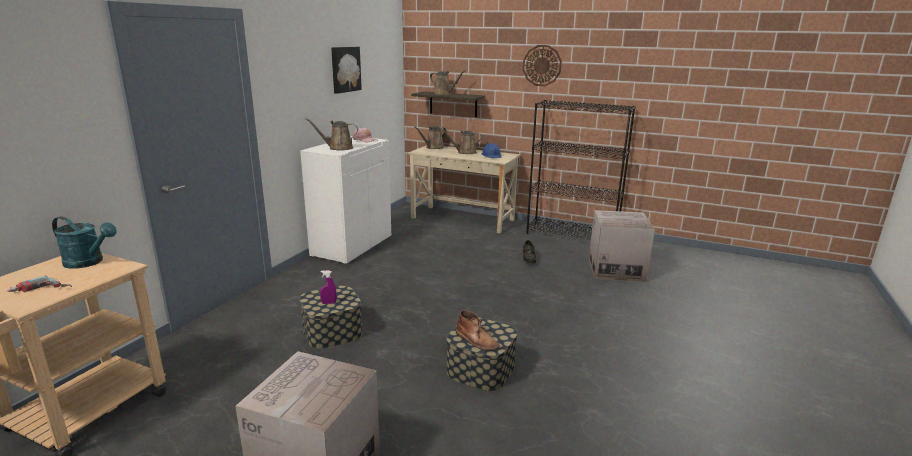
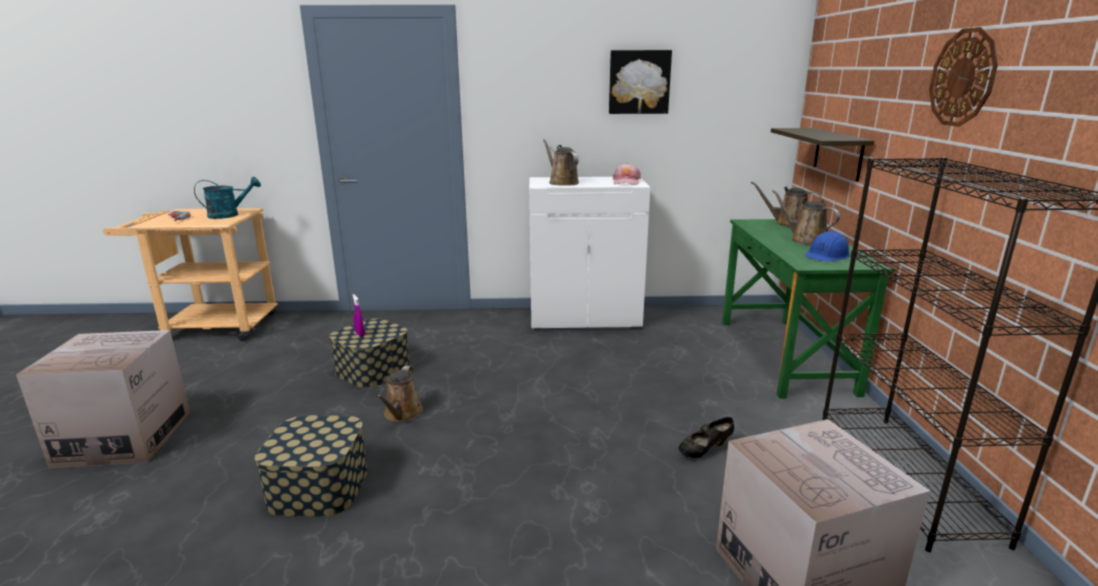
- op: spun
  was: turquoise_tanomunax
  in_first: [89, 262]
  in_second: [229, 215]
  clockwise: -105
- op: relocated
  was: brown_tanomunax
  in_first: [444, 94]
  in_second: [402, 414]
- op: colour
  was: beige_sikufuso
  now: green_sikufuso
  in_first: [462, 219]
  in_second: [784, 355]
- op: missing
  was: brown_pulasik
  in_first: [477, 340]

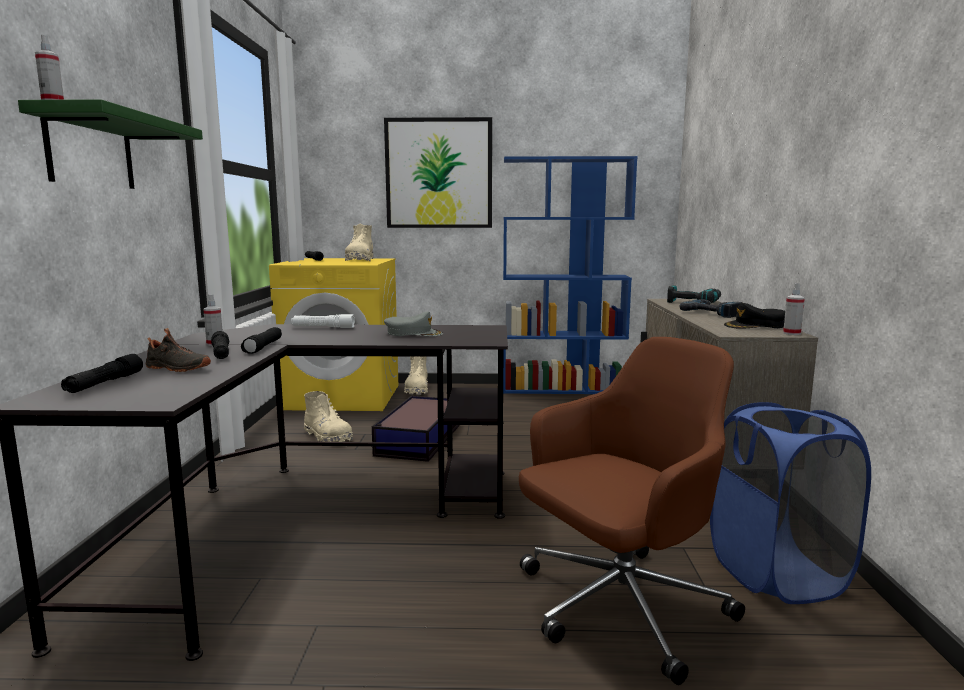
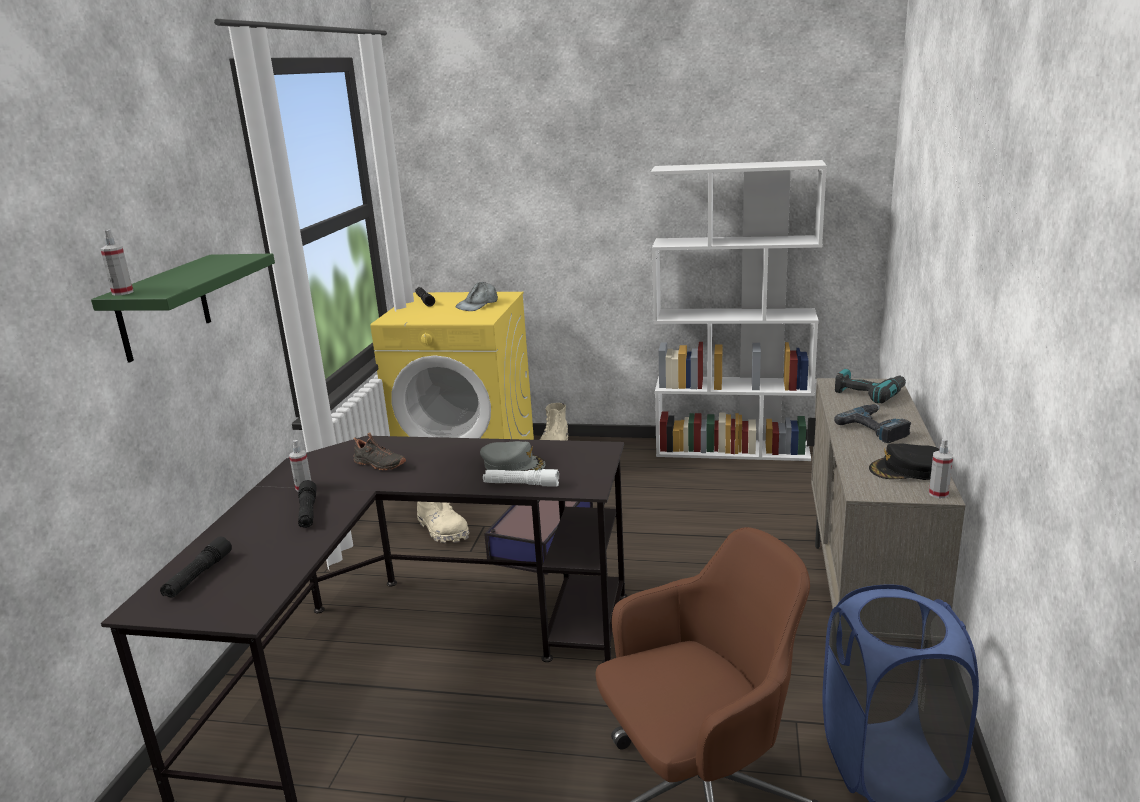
- op: relocated
  was: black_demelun
  in_first: [176, 369]
  in_second: [379, 465]
- op: exchanged
  was: beige_pulasik
  now: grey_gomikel
  in_first: [360, 260]
  in_second: [478, 304]
- op: relocated
  was: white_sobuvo
  in_first: [323, 327]
  in_second: [521, 484]
- op: colour
  was: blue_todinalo
  now: white_todinalo
  in_first: [563, 389]
  in_second: [733, 449]
- op: missing
  was: black_sobuvo
  in_first: [264, 347]
- op: missing
  was: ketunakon
  in_first: [439, 173]

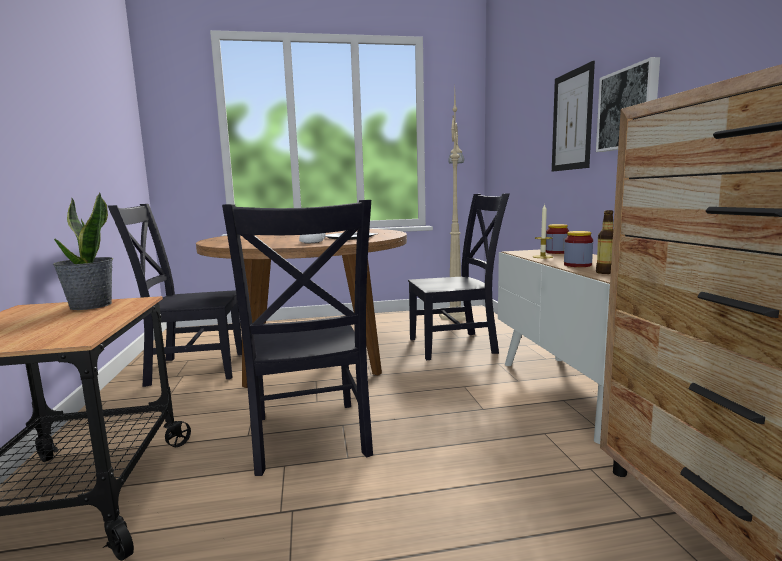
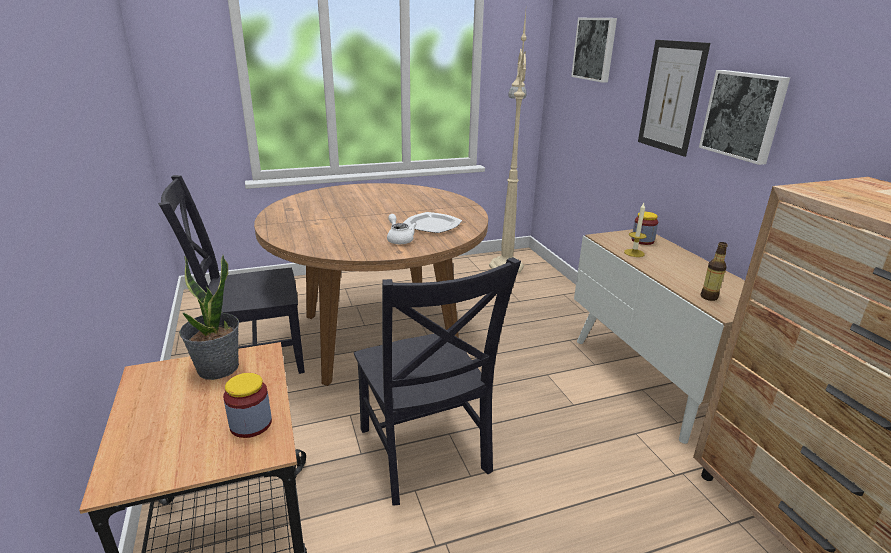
- op: relocated
  was: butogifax
  in_first: [577, 265]
  in_second: [251, 424]
- op: appeared
  now: ketunakon
  in_second: [595, 49]
- op: missing
  was: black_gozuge
  in_first: [456, 345]

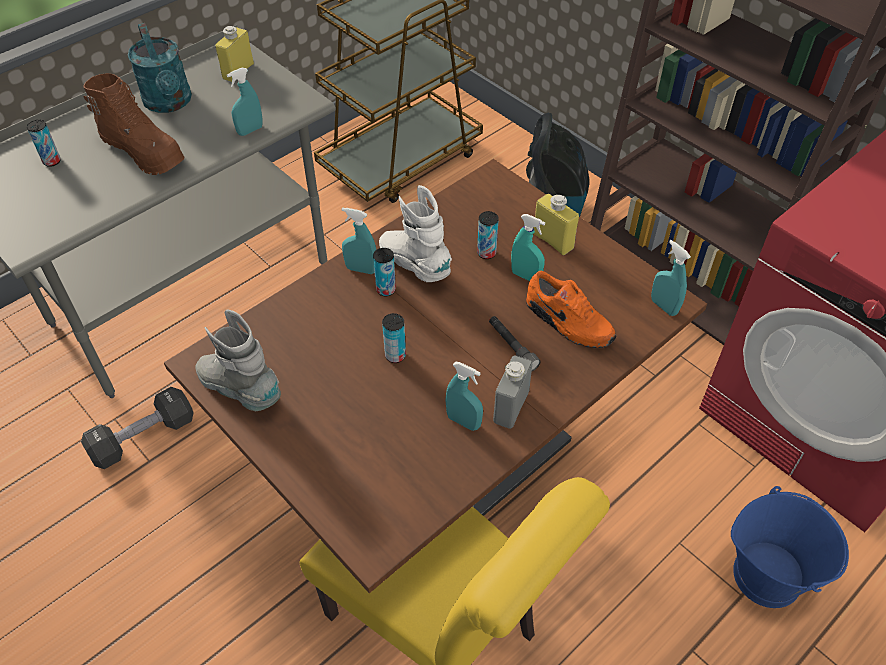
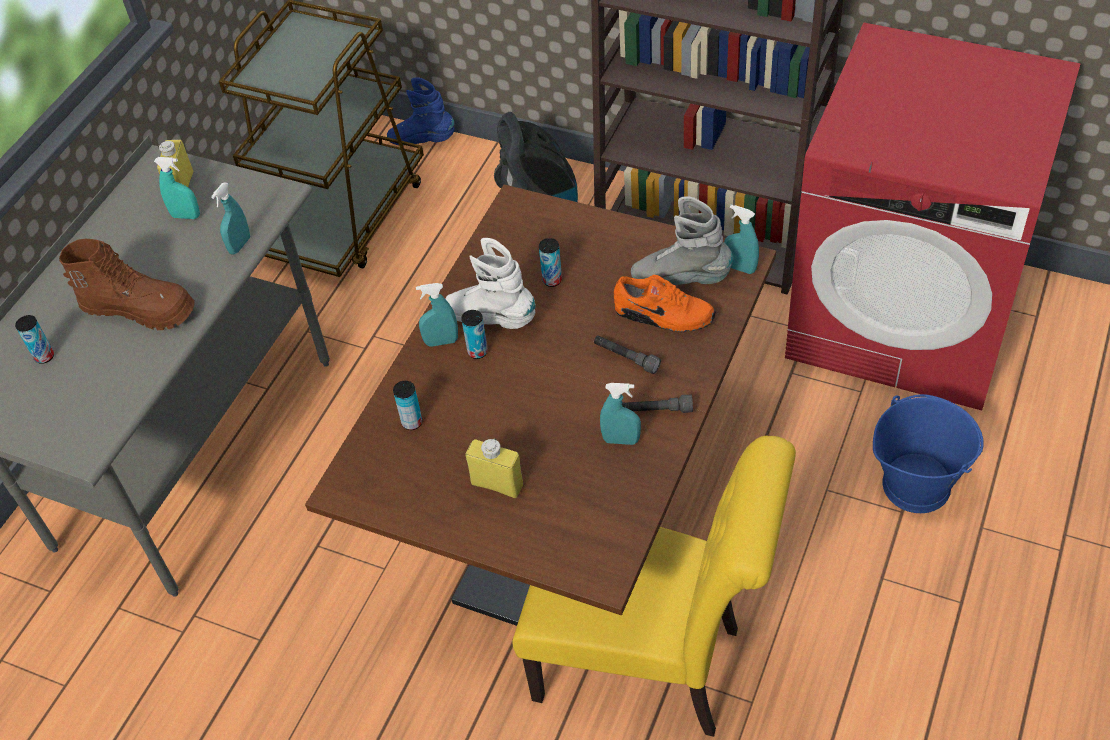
- op: relocated
  was: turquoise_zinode
  in_first: [526, 276]
  in_second: [186, 216]
- op: appeared
  now: blue_pulasik
  in_second: [422, 140]
- op: relocated
  was: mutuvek
  in_first: [395, 355]
  in_second: [412, 422]
- op: relocated
  was: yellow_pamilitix
  in_first: [553, 241]
  in_second: [497, 484]
- op: exchanged
  was: grey_pamilitix
  now: grey_sobuvo
  in_first: [511, 407]
  in_second: [655, 411]
- op: relocated
  was: grey_pulasik
  in_first: [241, 390]
  in_second: [681, 279]
- op: missing
  was: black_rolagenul
  in_first: [143, 437]
- op: missing
  was: turquoise_tanomunax
  in_first: [170, 103]

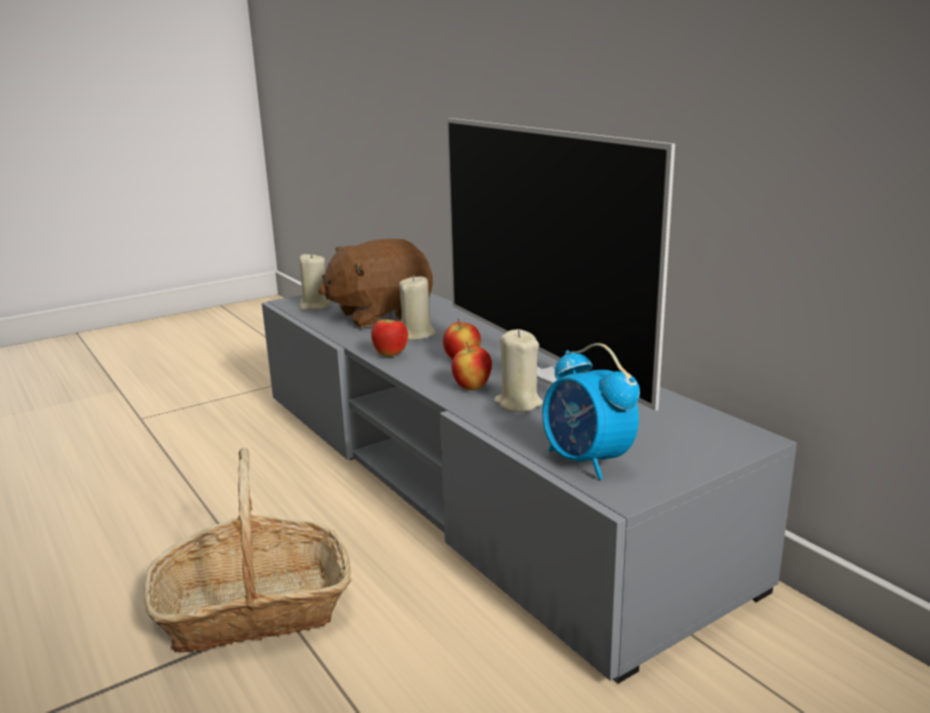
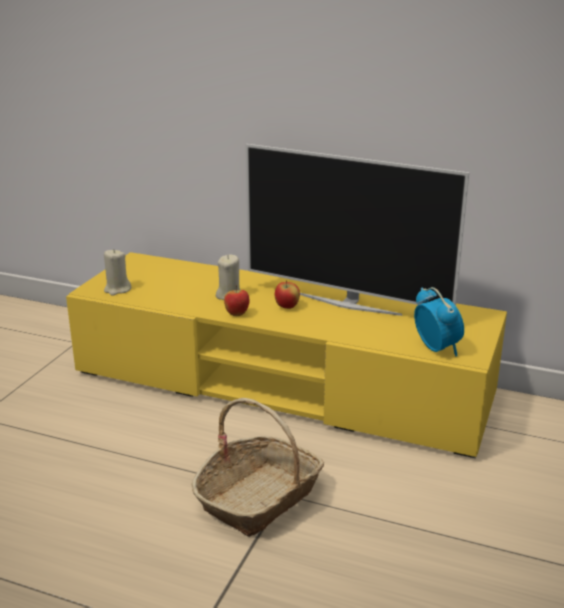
- op: colour
  was: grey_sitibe
  now: yellow_sitibe
  in_first: [468, 477]
  in_second: [282, 384]
- op: spun
  was: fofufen
  in_first: [587, 461]
  in_second: [436, 348]
  clockwise: -135
- op: missing
  was: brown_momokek
  in_first: [380, 315]
- op: missing
  was: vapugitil
  in_first: [472, 387]
- op: missing
  was: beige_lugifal
  in_first: [518, 403]

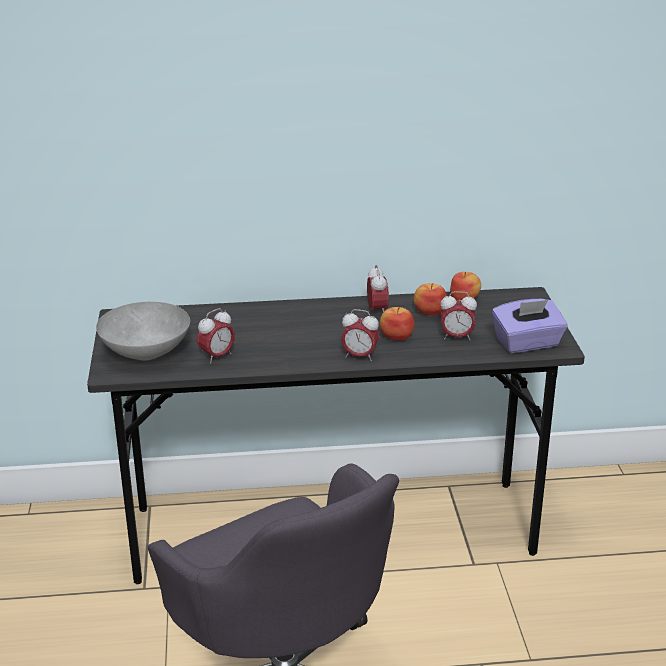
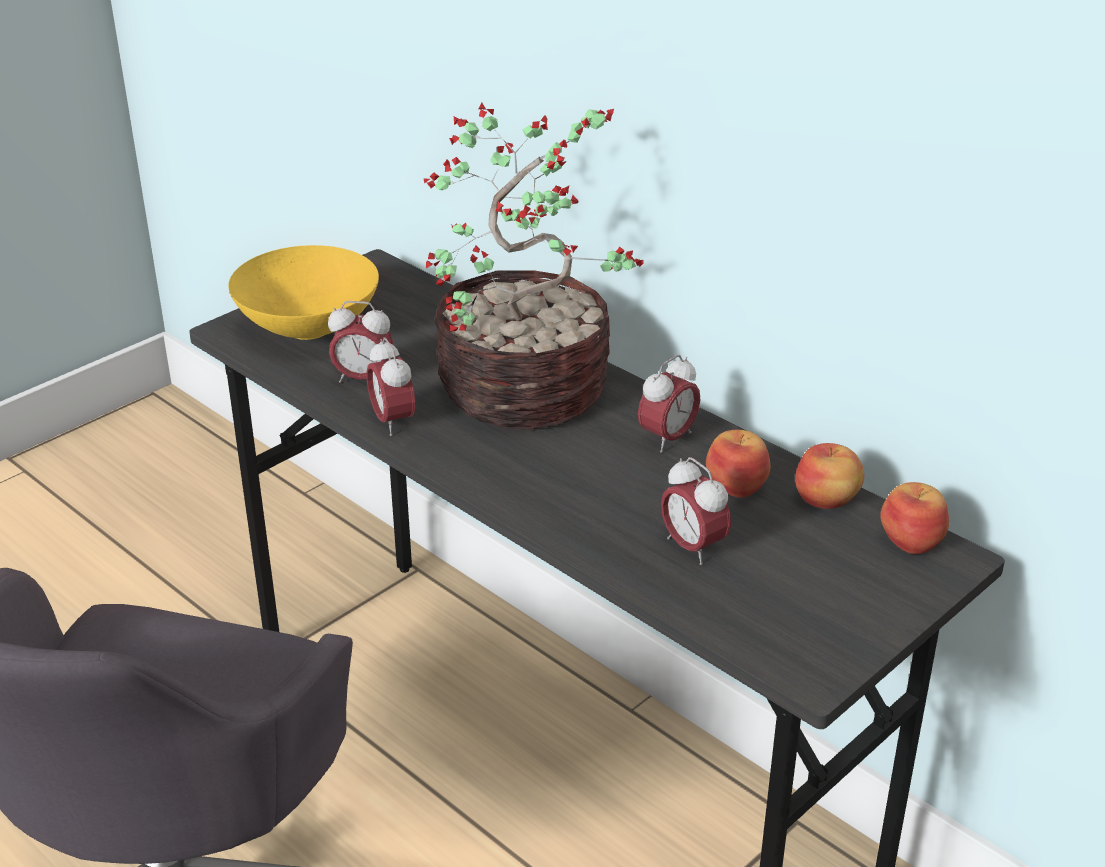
- op: colour
  was: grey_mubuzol
  now: yellow_mubuzol
  in_first: [147, 353]
  in_second: [311, 328]
- op: relocated
  was: fofufen
  in_first: [359, 356]
  in_second: [393, 421]
- op: appeared
  now: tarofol
  in_second: [529, 388]
- op: relocated
  was: vapugitil
  in_first: [396, 336]
  in_second: [912, 540]
- op: missing
  was: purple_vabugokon
  in_first: [527, 343]

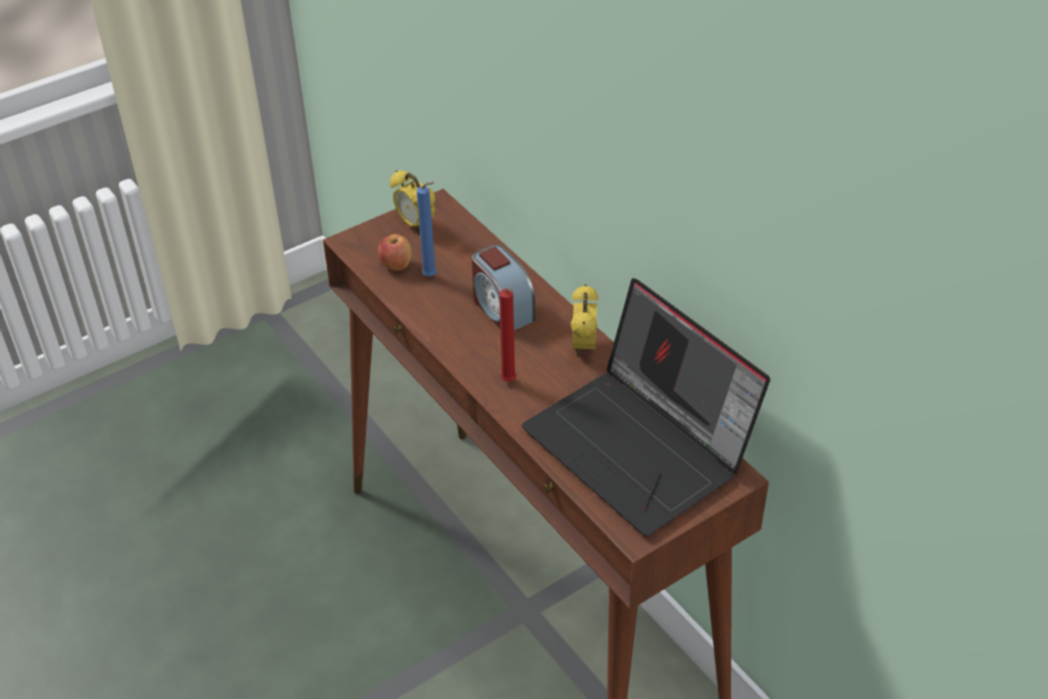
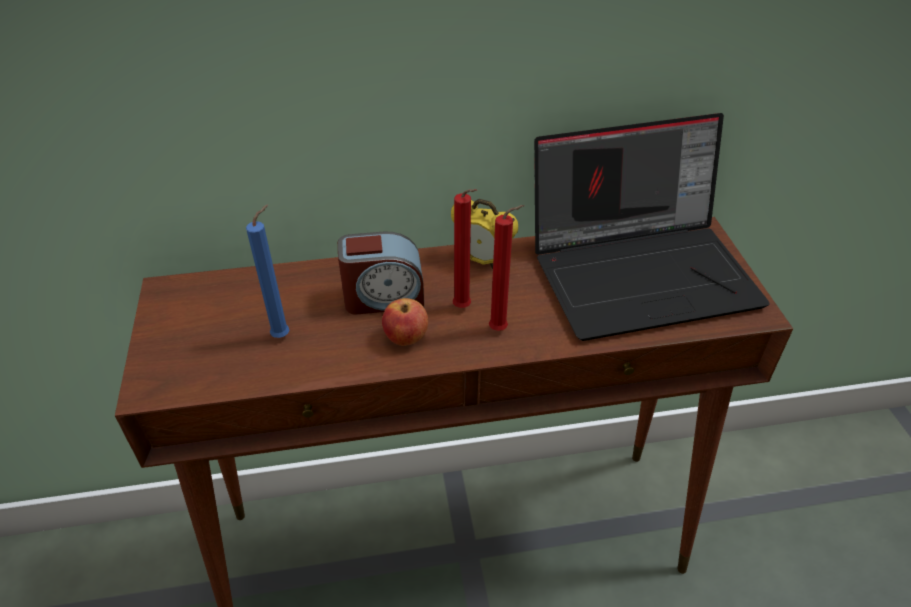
- op: relocated
  was: vapugitil
  in_first: [396, 266]
  in_second: [406, 338]
- op: appeared
  now: red_lugifal
  in_second: [464, 308]
- op: missing
  was: fofufen
  in_first: [415, 224]

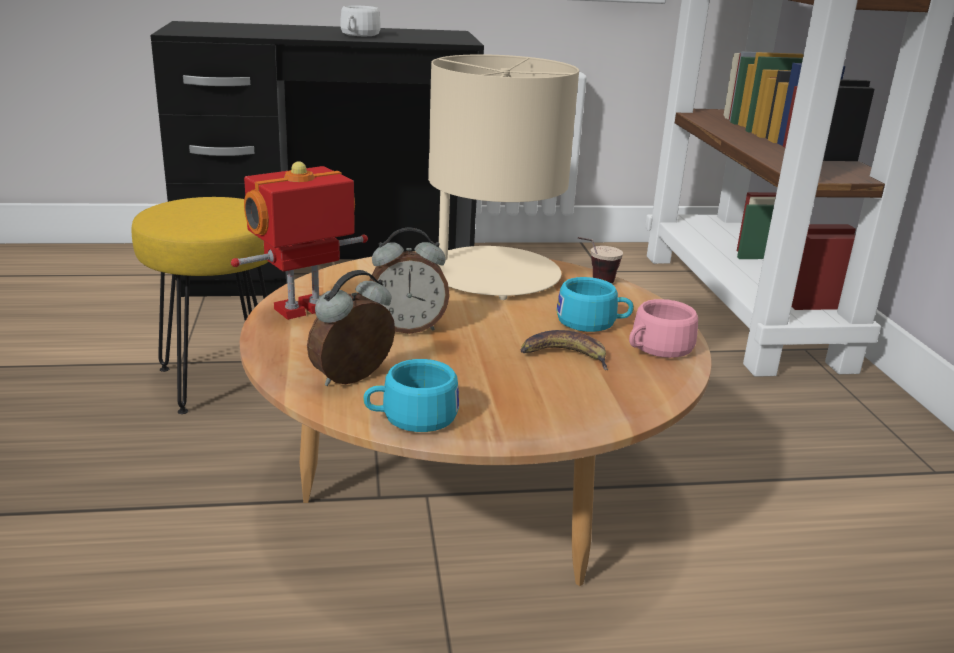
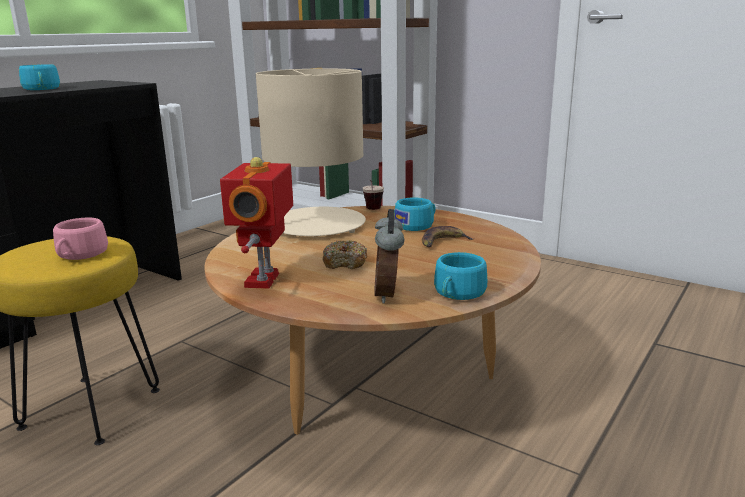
- op: colour
  was: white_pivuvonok
  now: turquoise_pivuvonok
  in_first: [358, 35]
  in_second: [42, 89]
- op: relocated
  was: pink_pivuvonok
  in_first: [656, 348]
  in_second: [79, 255]
- op: exchanged
  was: fofufen
  now: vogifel
  in_first: [407, 328]
  in_second: [345, 262]

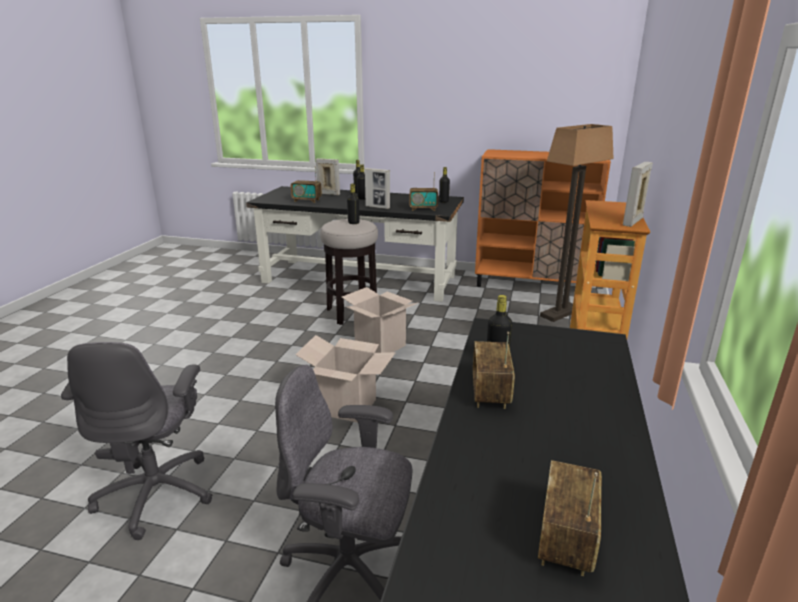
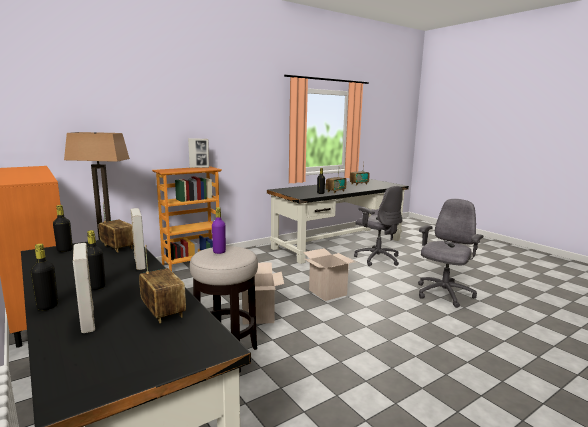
- op: colour
  was: black_pamilitix
  now: purple_pamilitix
  in_first: [353, 223]
  in_second: [219, 252]

